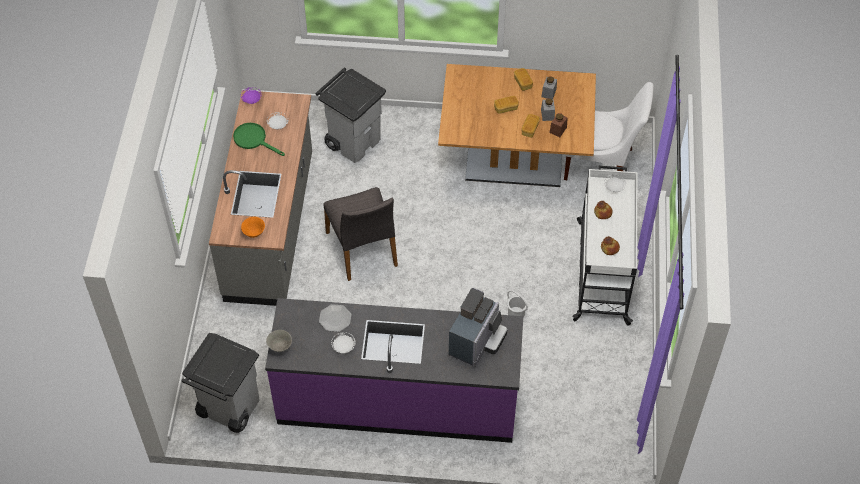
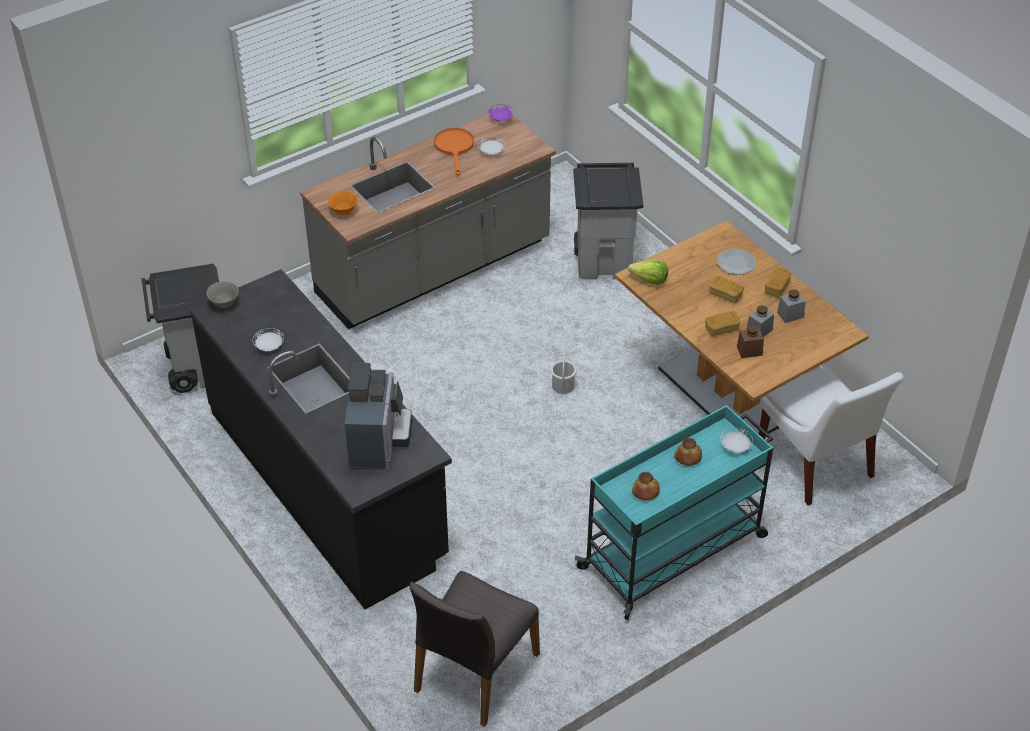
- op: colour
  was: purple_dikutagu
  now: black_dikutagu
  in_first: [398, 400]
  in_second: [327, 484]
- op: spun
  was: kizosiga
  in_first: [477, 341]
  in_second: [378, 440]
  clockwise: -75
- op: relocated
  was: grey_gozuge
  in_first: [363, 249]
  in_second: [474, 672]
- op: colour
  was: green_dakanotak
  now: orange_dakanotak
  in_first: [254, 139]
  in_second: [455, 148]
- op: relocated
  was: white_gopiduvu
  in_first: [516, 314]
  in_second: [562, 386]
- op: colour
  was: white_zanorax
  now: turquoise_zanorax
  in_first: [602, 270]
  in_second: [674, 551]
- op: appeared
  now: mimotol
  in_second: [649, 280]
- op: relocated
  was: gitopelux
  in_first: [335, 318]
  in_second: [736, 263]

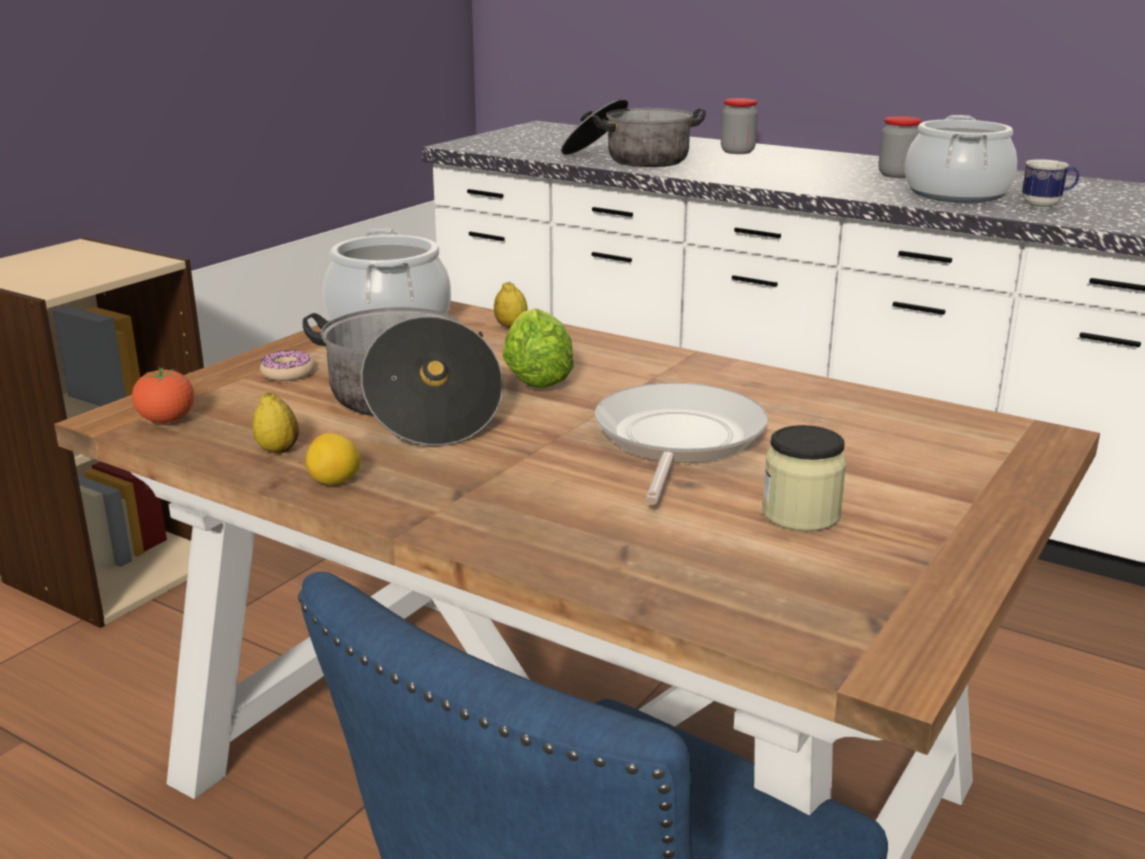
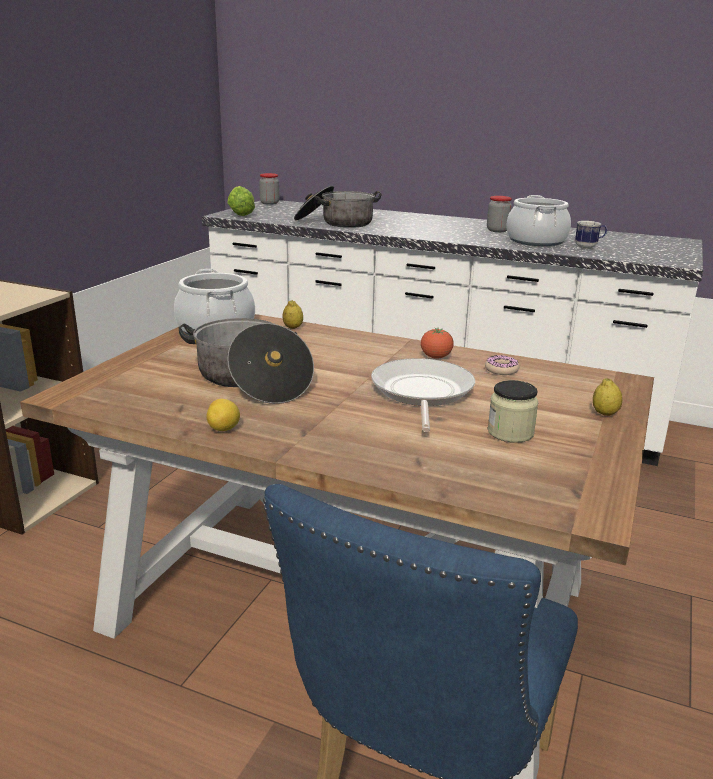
- op: relocated
  was: mimotol
  in_first: [536, 377]
  in_second: [240, 214]
- op: relocated
  was: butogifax
  in_first: [737, 151]
  in_second: [269, 203]
- op: relocated
  was: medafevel
  in_first: [167, 421]
  in_second: [436, 357]
- op: relocated
  was: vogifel
  in_first: [287, 373]
  in_second: [501, 370]
- op: relocated
  was: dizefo
  in_first: [278, 450]
  in_second: [604, 413]

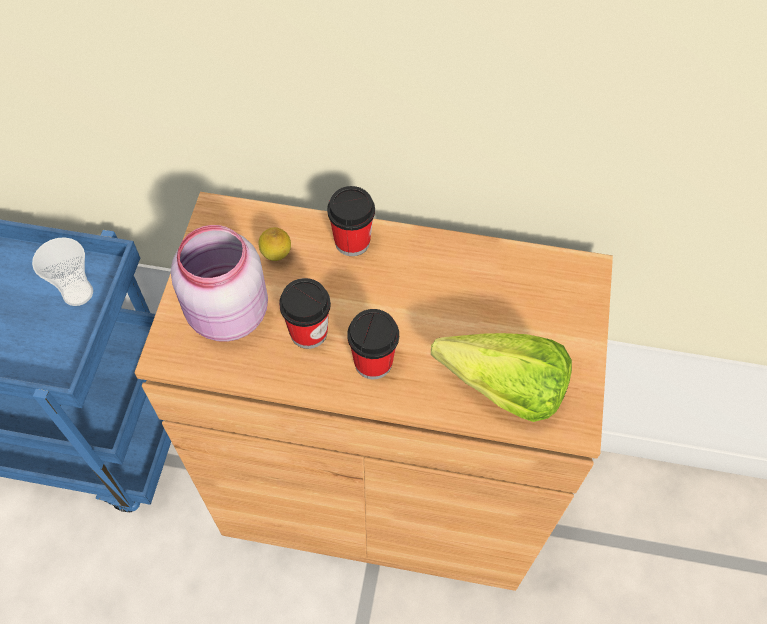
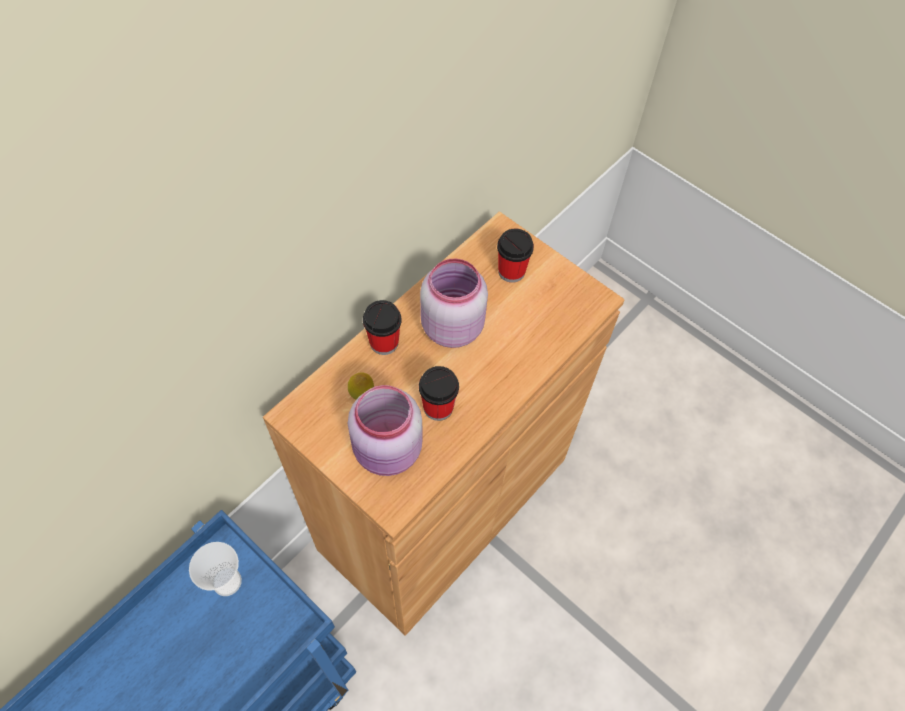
- op: appeared
  now: pink_butogifax
  in_second: [451, 326]
- op: relocated
  was: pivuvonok
  in_first: [373, 362]
  in_second: [511, 271]
- op: missing
  was: mimotol
  in_first: [493, 383]

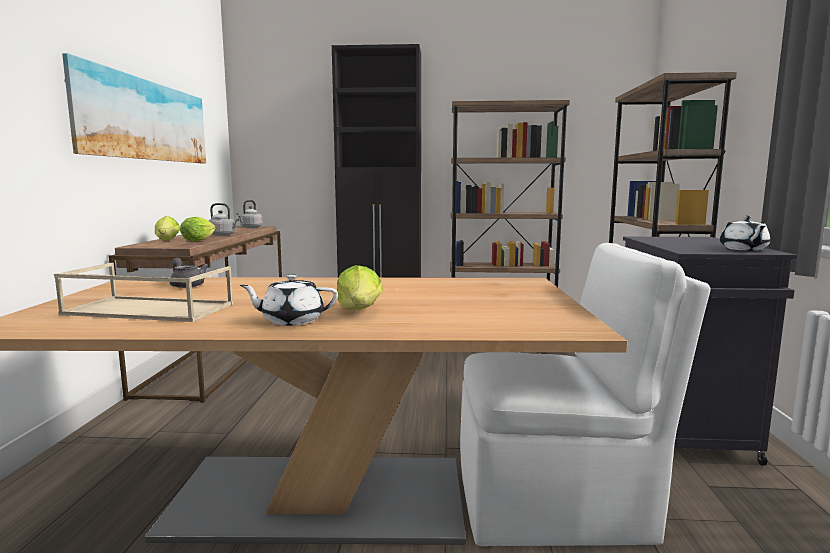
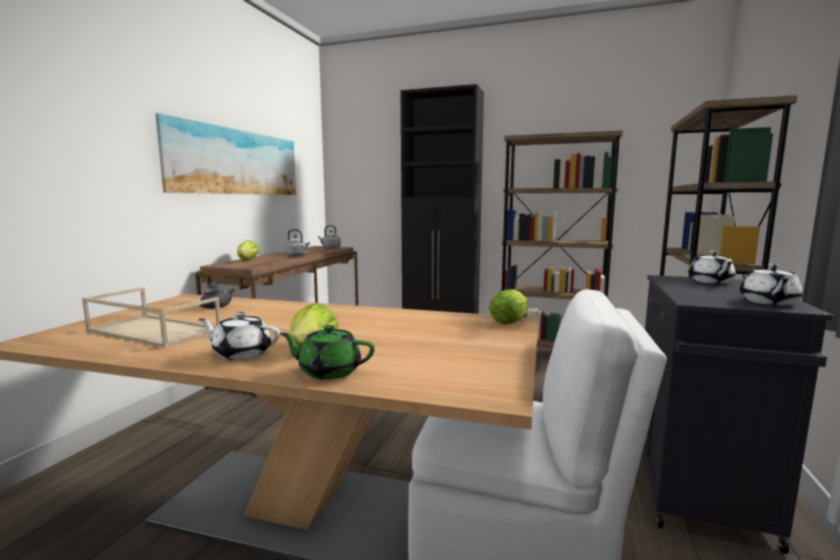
- op: appeared
  now: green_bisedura
  in_second: [329, 371]
- op: relocated
  was: mimotol
  in_first: [200, 240]
  in_second: [511, 321]
- op: appeared
  now: white_bisedura
  in_second: [710, 281]

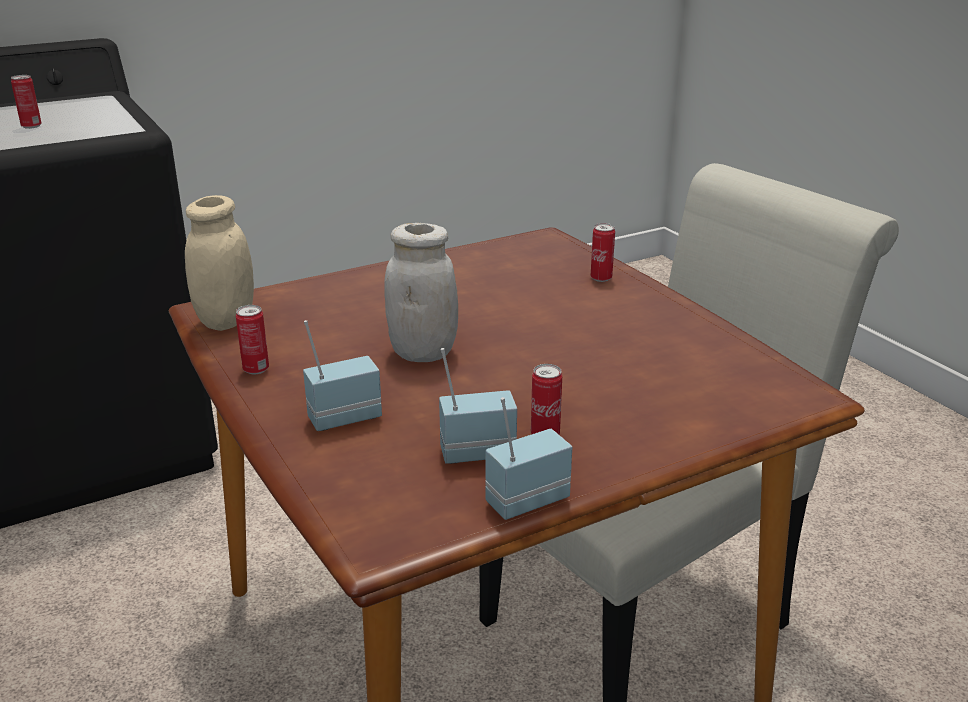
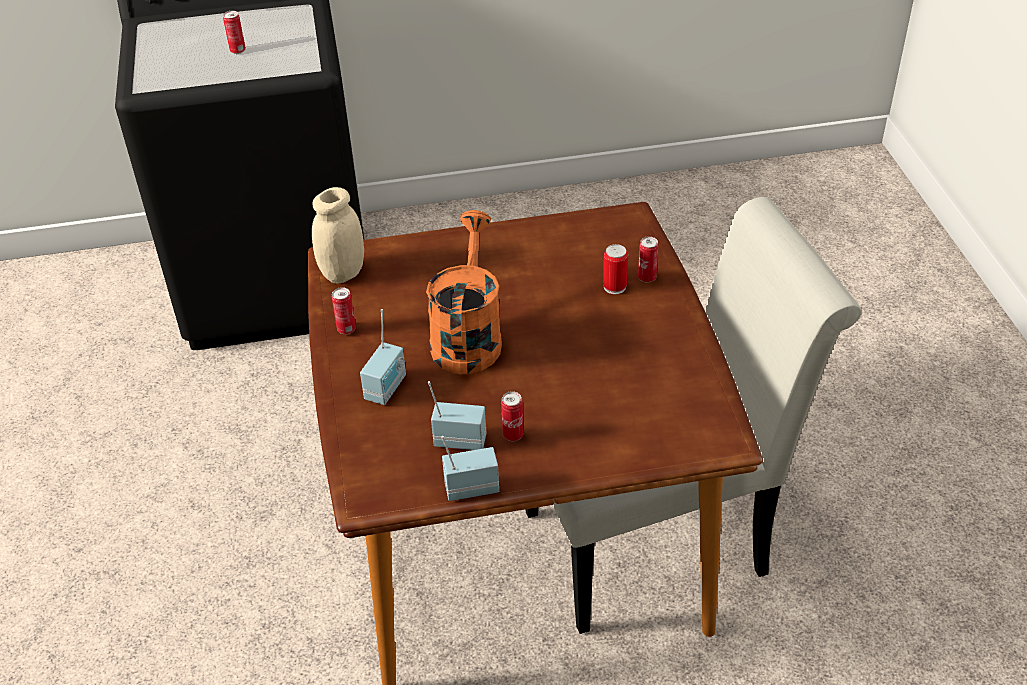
- op: spun
  was: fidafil
  in_first: [343, 417]
  in_second: [387, 388]
  clockwise: 120
- op: exchanged
  was: white_butogifax
  now: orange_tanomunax
  in_first: [423, 353]
  in_second: [467, 336]
- op: appeared
  now: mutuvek
  in_second: [614, 287]

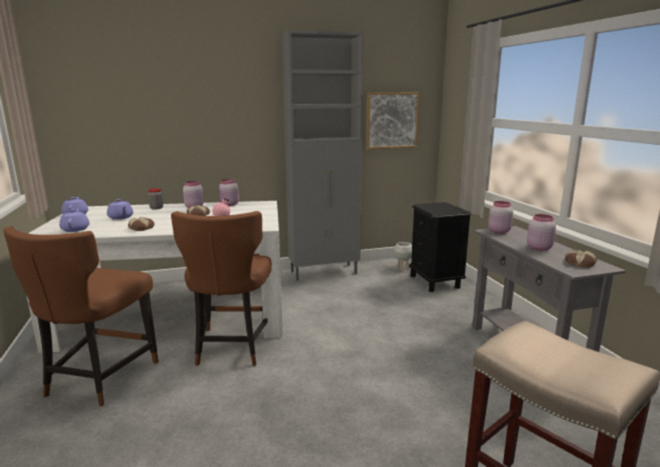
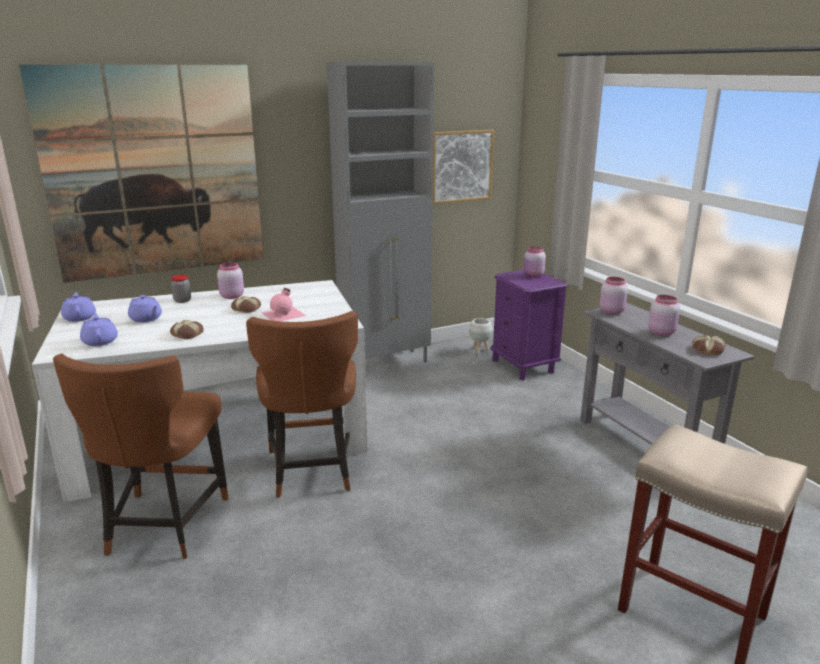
- op: appeared
  now: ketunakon
  in_second: [155, 172]
- op: colour
  was: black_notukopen
  now: purple_notukopen
  in_first: [435, 282]
  in_second: [523, 366]
- op: relocated
  was: pink_butogifax
  in_first: [229, 204]
  in_second: [533, 275]

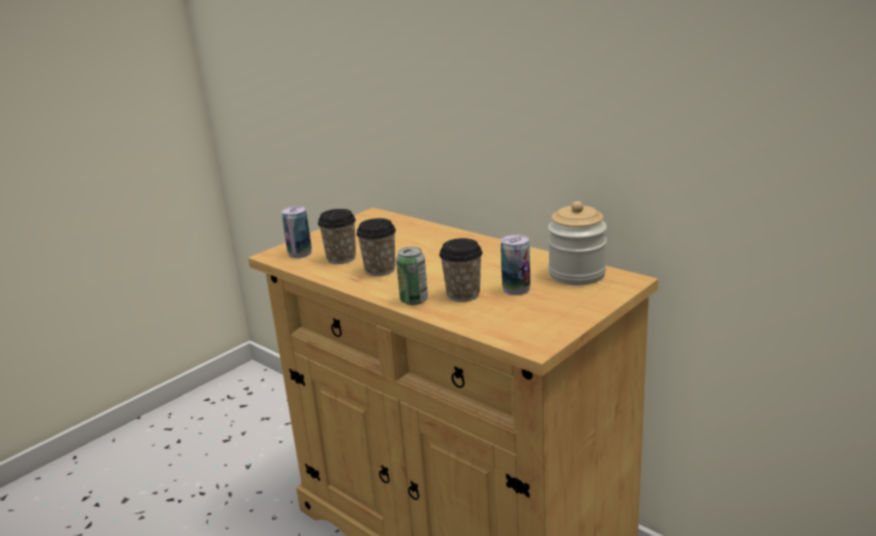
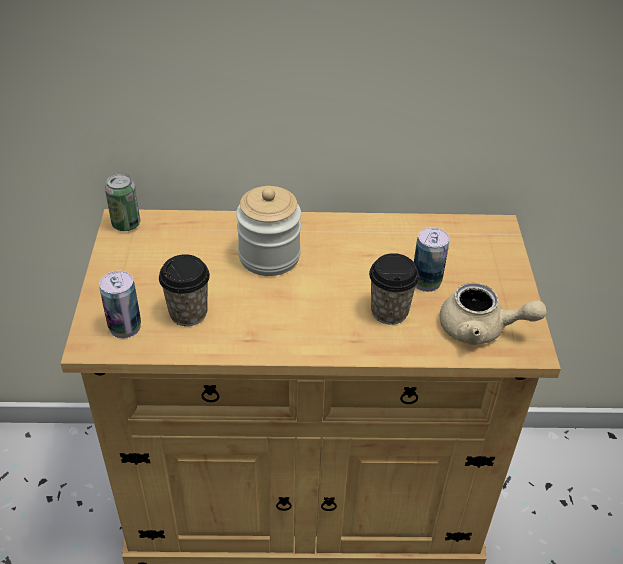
- op: relocated
  was: mutuvek
  in_first: [414, 300]
  in_second: [126, 224]
- op: relocated
  was: butogifax
  in_first: [577, 274]
  in_second: [269, 256]
- op: appeared
  now: beige_bisedura
  in_second: [481, 329]
- op: missing
  was: pivuvonok
  in_first: [380, 270]

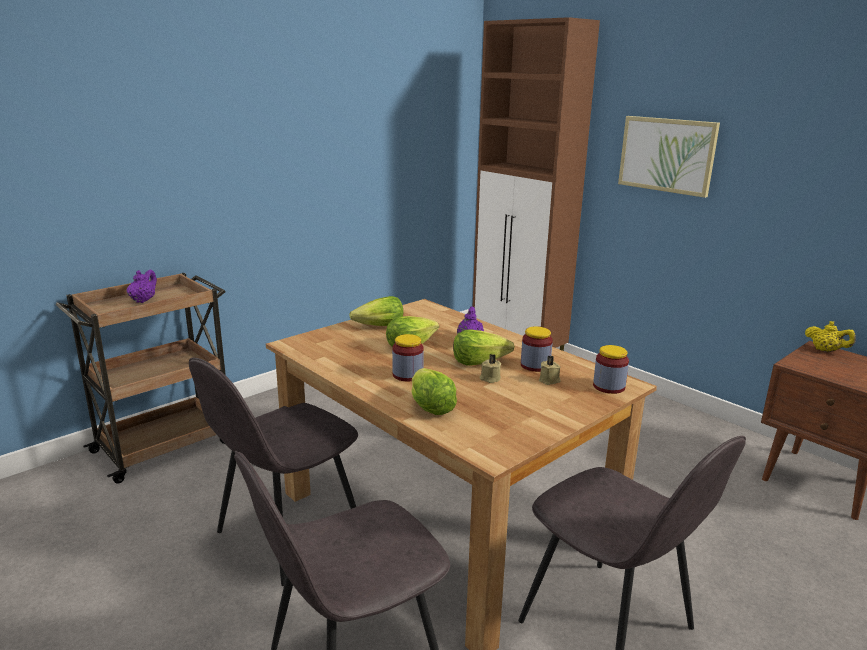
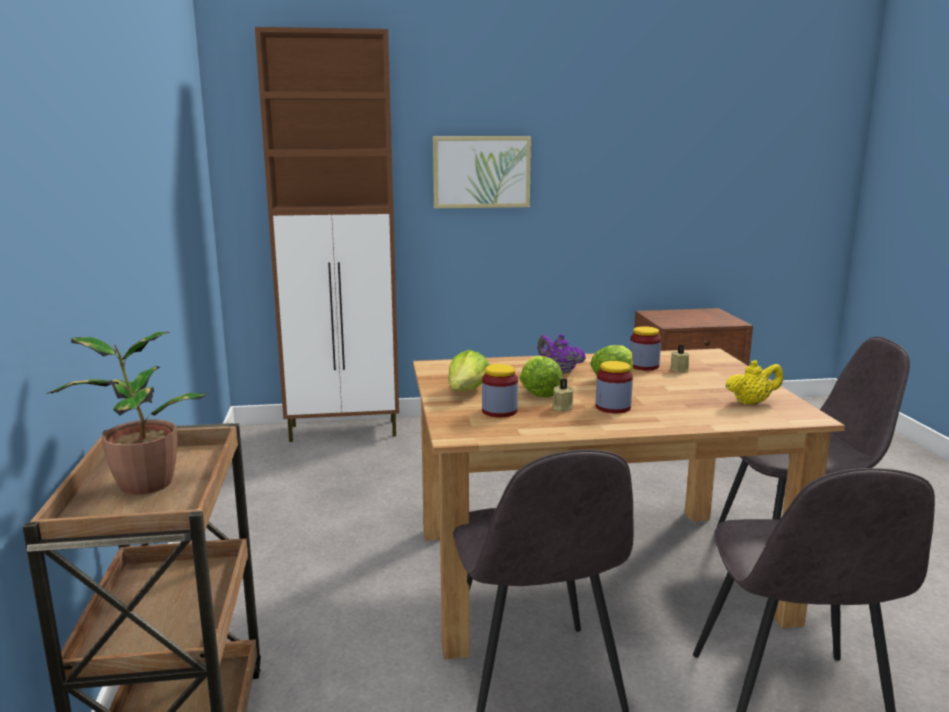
- op: exchanged
  was: purple_bisedura
  now: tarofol
  in_first: [143, 300]
  in_second: [142, 484]
- op: relocated
  was: butogifax
  in_first: [609, 386]
  in_second: [499, 411]
- op: relocated
  was: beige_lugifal
  in_first: [490, 378]
  in_second: [561, 408]
- op: relocated
  was: yellow_bisedura
  in_first: [826, 350]
  in_second: [751, 402]
- op: missing
  was: mimotol
  in_first: [430, 406]

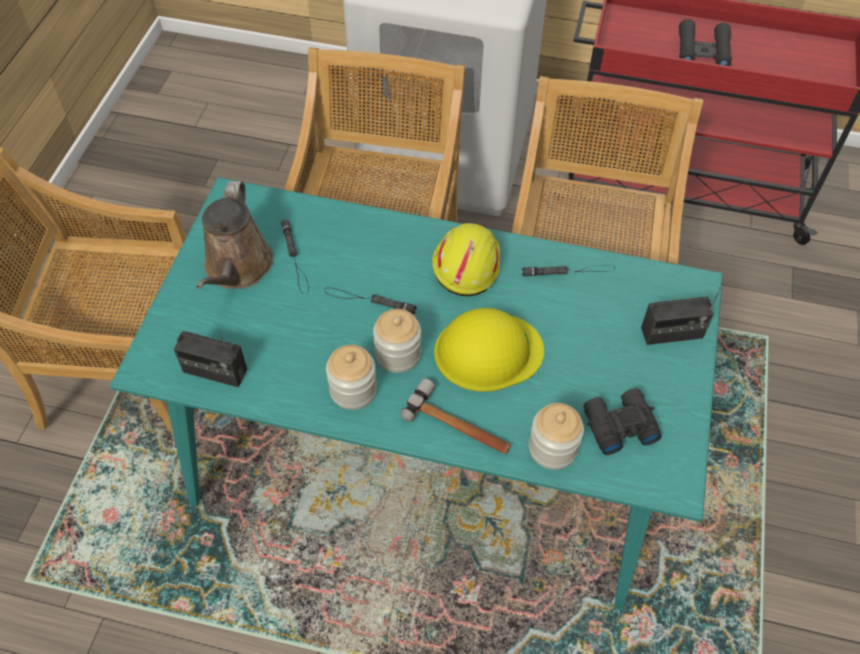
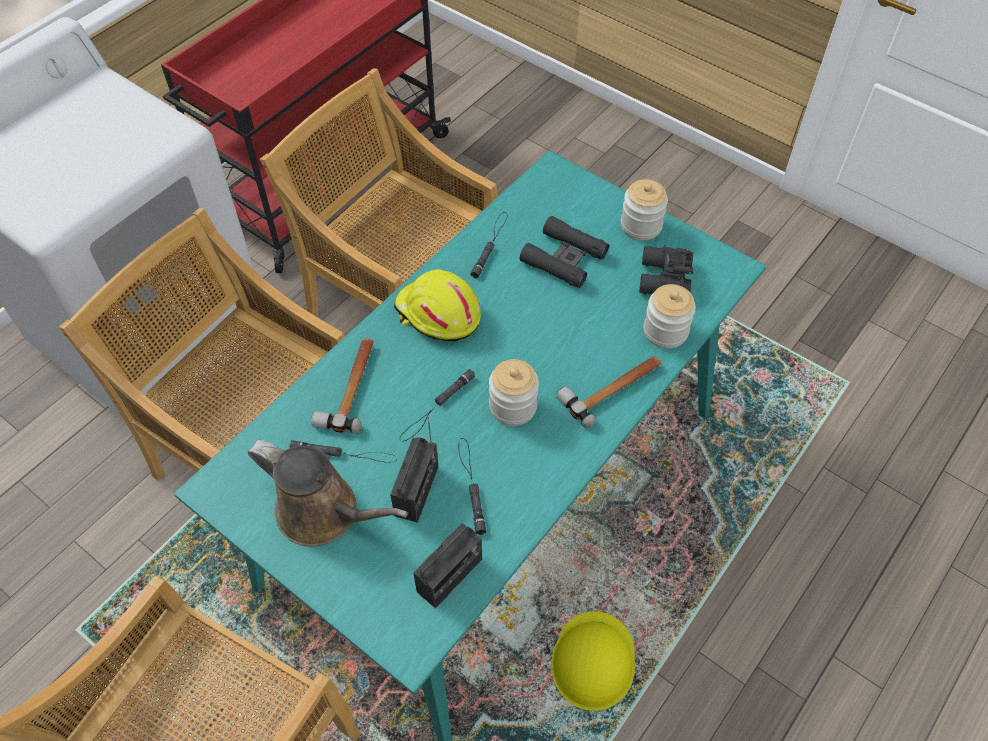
- op: appeared
  now: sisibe
  in_second: [351, 387]
- op: relocated
  was: fidafil
  in_first: [672, 333]
  in_second: [417, 491]
- op: appeared
  now: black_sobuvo
  in_second: [471, 485]
- op: relocated
  was: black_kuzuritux
  in_first: [703, 51]
  in_second: [564, 258]
- op: relocated
  was: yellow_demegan
  in_first: [487, 351]
  in_second: [593, 661]
- op: relocated
  was: butogifax
  in_first: [353, 390]
  in_second: [641, 225]

